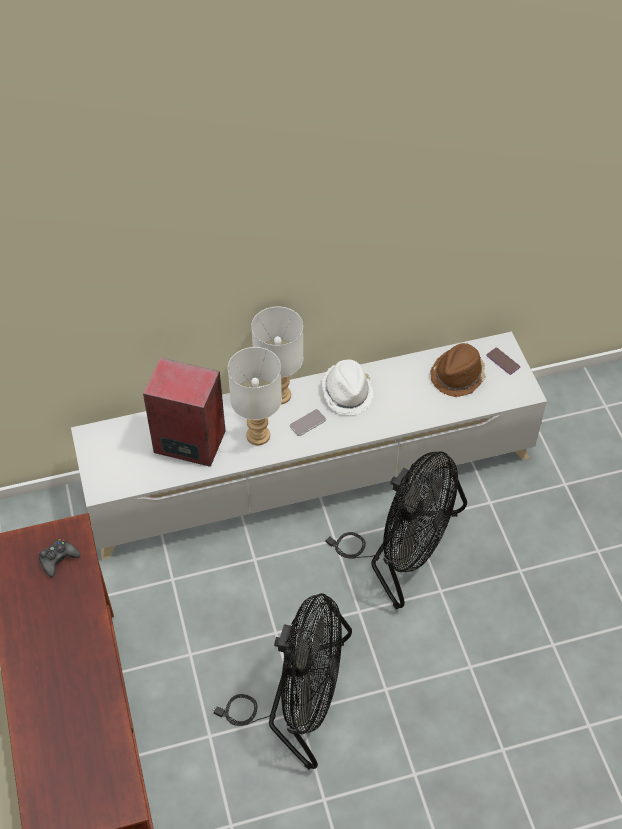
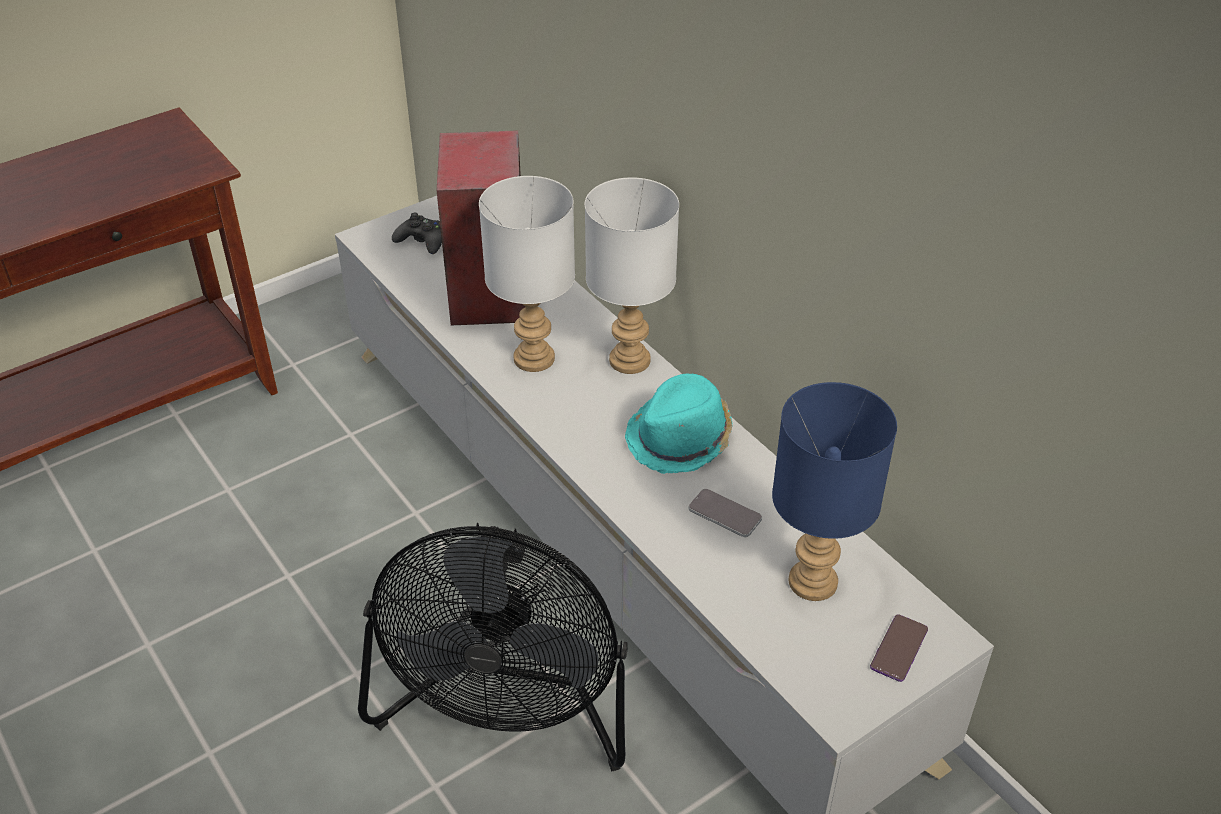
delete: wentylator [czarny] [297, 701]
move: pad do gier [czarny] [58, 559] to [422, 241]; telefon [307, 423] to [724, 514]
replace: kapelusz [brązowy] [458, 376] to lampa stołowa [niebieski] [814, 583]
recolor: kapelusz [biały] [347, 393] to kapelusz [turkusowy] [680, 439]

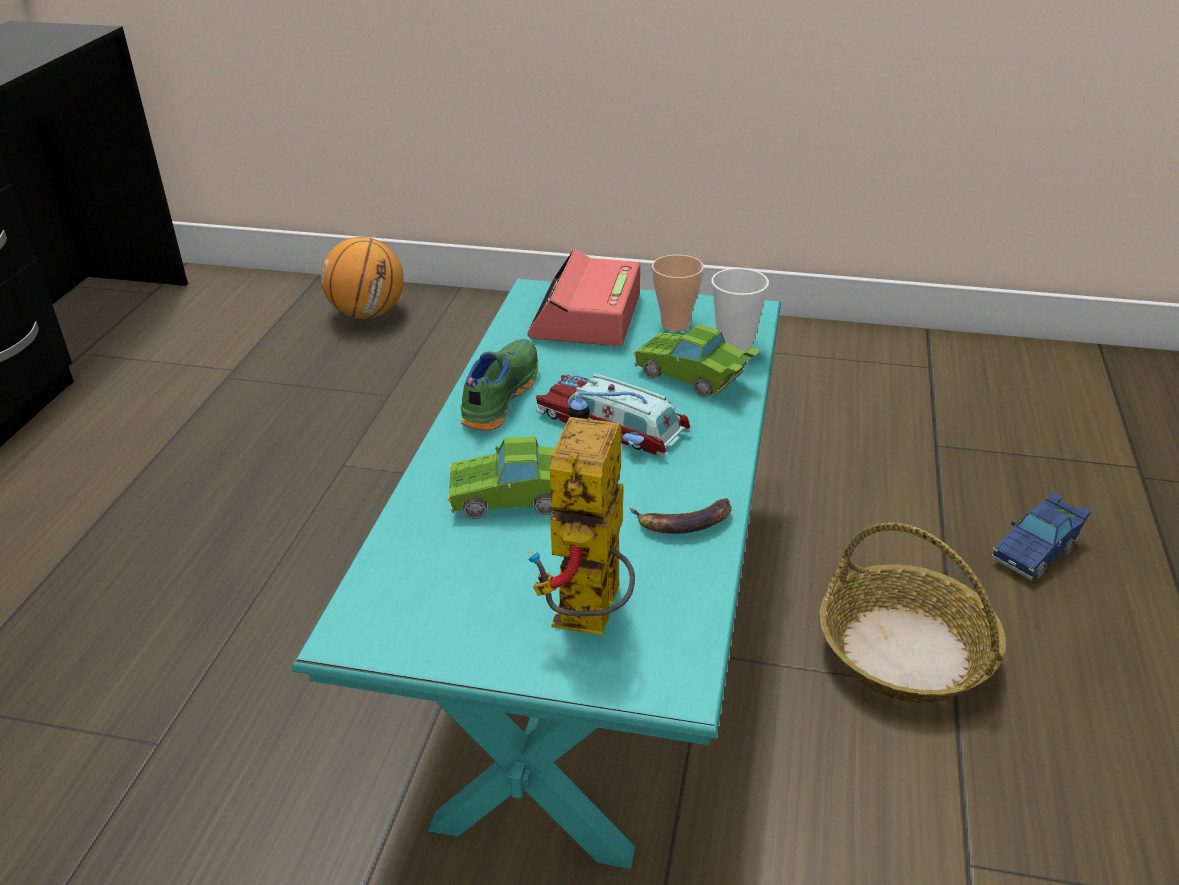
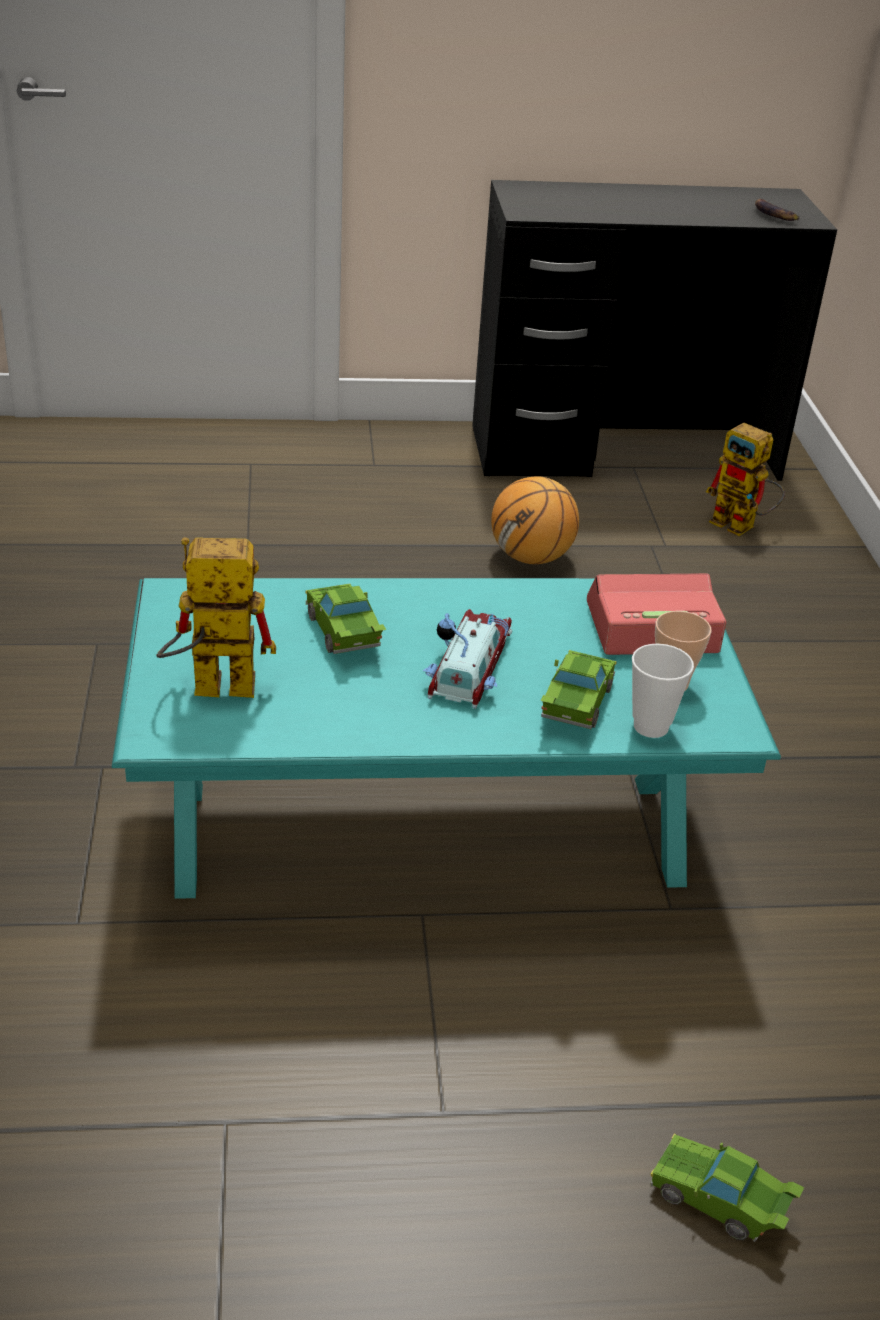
delete: but [zielony] [498, 396]; koszyk [906, 652]
insert: robot zabawkowy [741, 526]
move: piłka do koszykówki [368, 313] to [531, 558]; banan [684, 521] to [774, 215]
recolor: samochodzik [niebieski] [1036, 551] to samochodzik [zielony] [720, 1202]

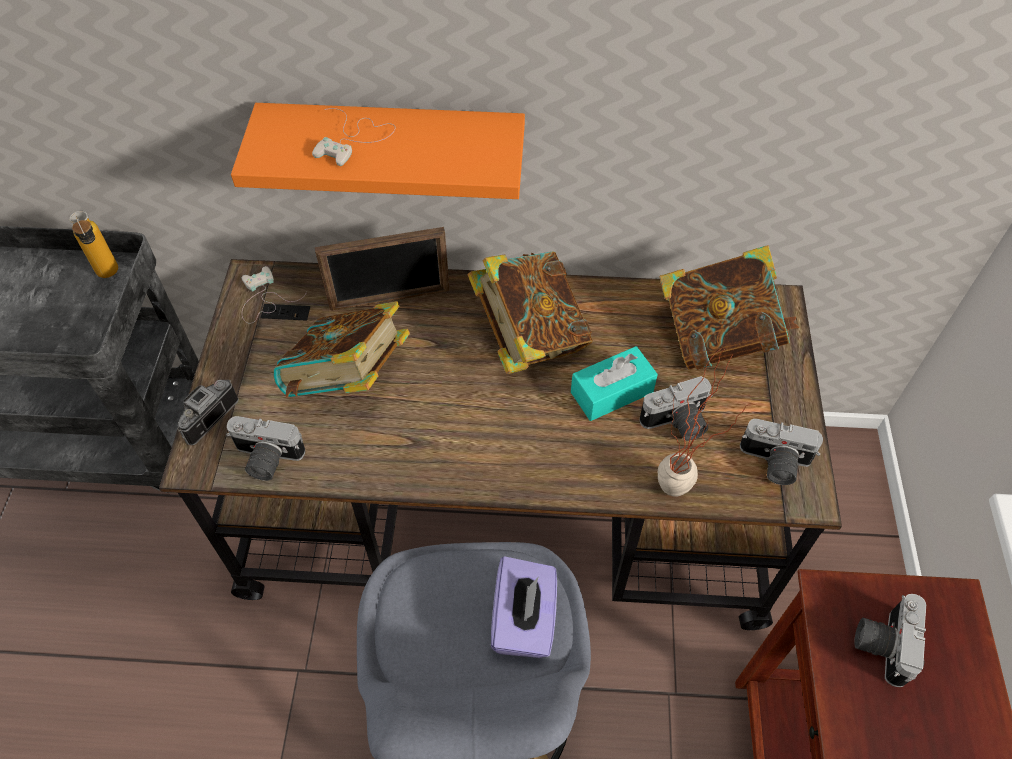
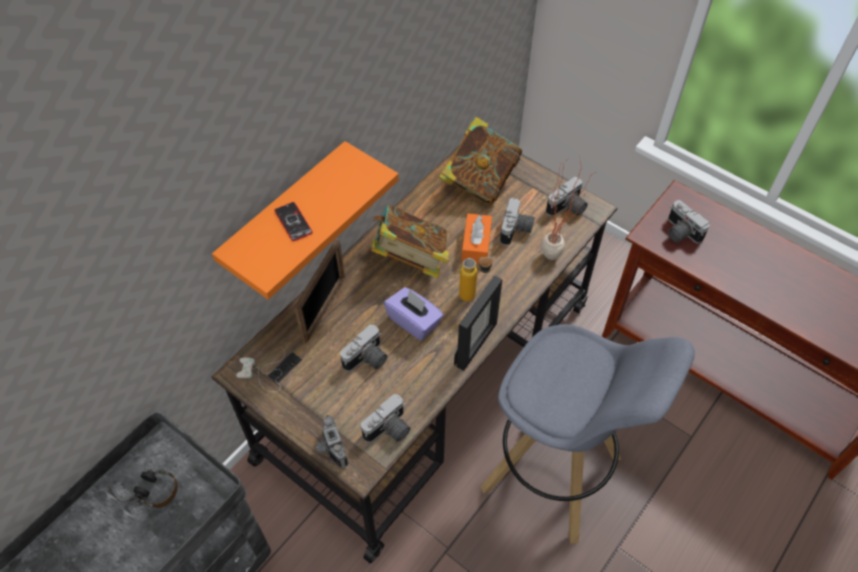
insert: słuchawki [147, 490]; ramka na zdjęcie [475, 344]
move: butelka [110, 277] to [474, 296]; pudełko chusteczek [fioletowy] [524, 620] to [414, 321]
replace: książka [349, 380] to aparat fotograficzny [367, 360]; pad do gier [biały] [354, 139] to telefon [293, 222]
recolor: pudełko chusteczek [turkusowy] [611, 392] to pudełko chusteczek [pomarańczowy] [476, 245]

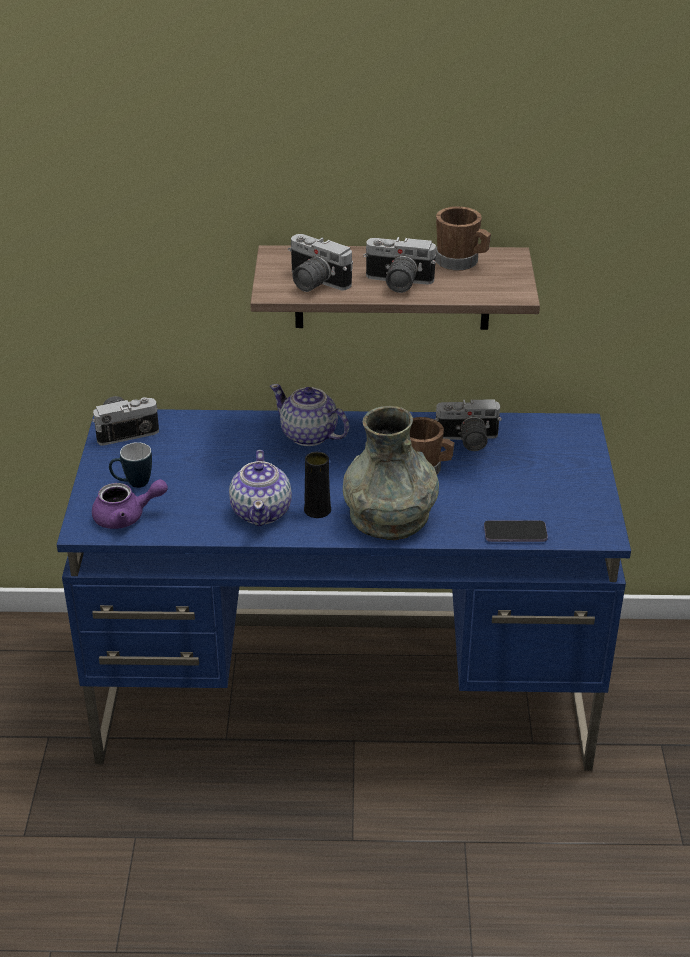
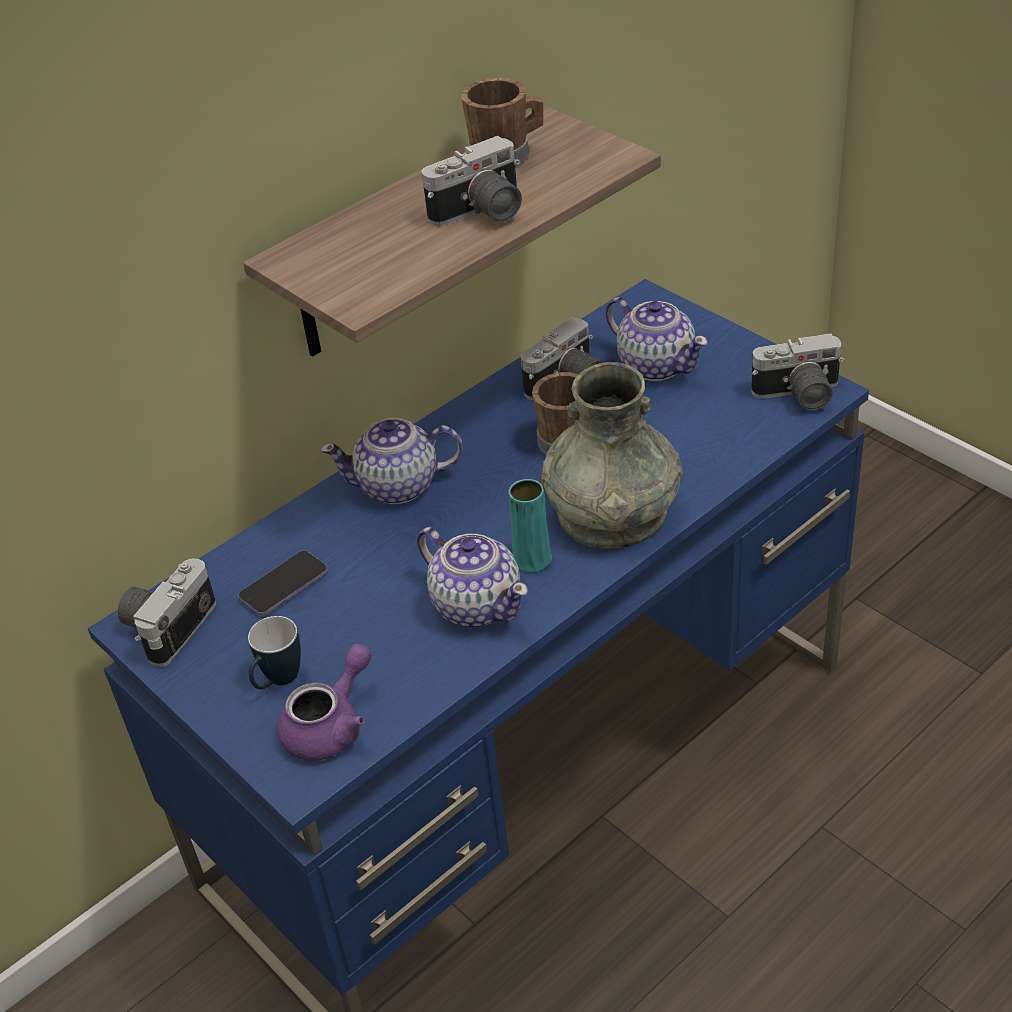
insert: imbryk [656, 364]
move: aparat fotograficzny [313, 283] to [798, 396]; telefon [515, 533] to [284, 585]
recolor: wazon [czarny] [317, 510] to wazon [turkusowy] [532, 559]

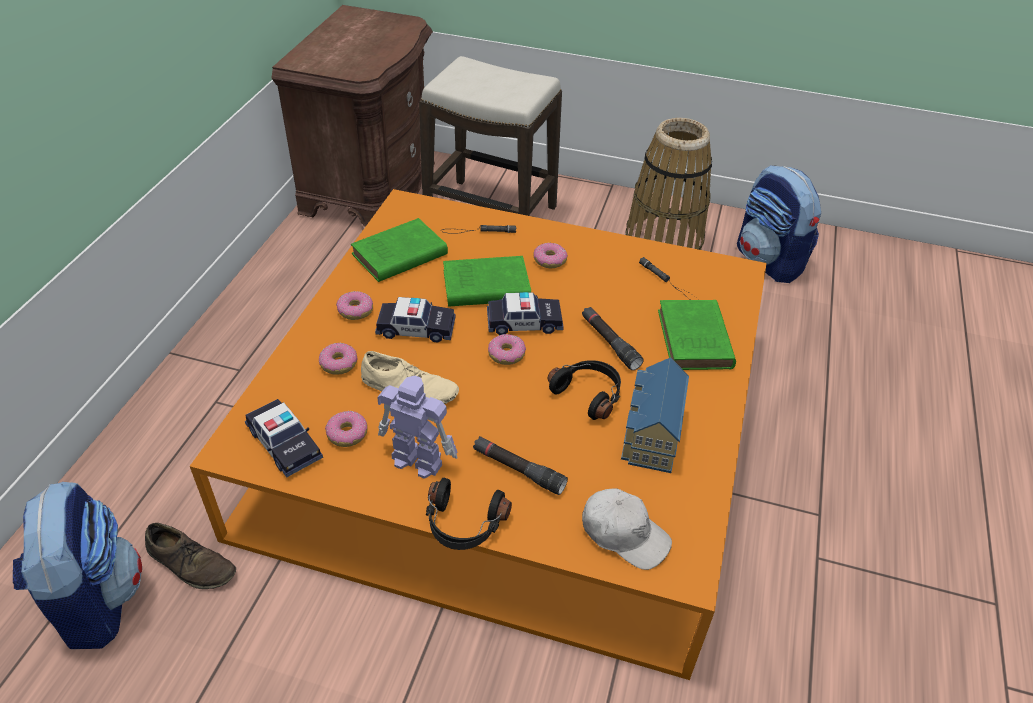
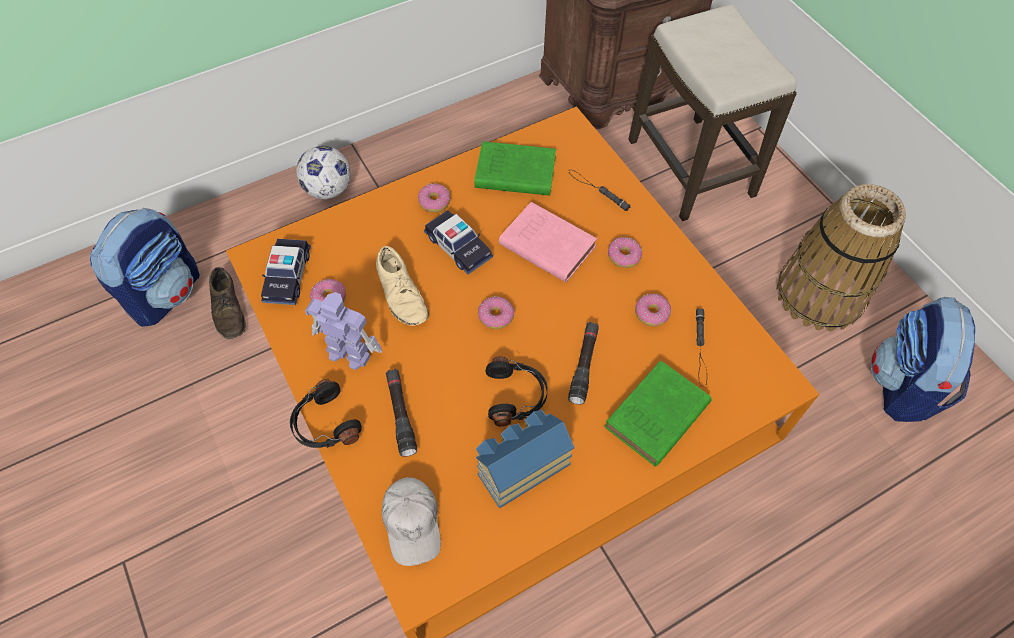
delete: samochodzik [524, 322]
insert: piłka futbolowa [329, 189]
move: donut [339, 364] to [652, 313]
recolor: książka [zielony] [483, 286] to książka [różowy] [545, 244]
rotate: robot zabawkowy [416, 460] = [348, 352] 45 degrees counterclockwise

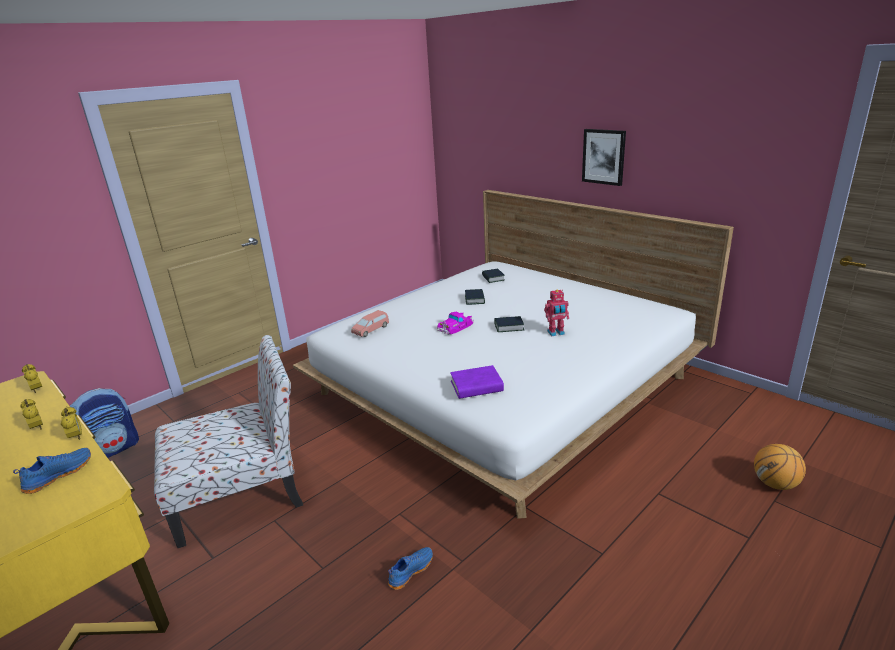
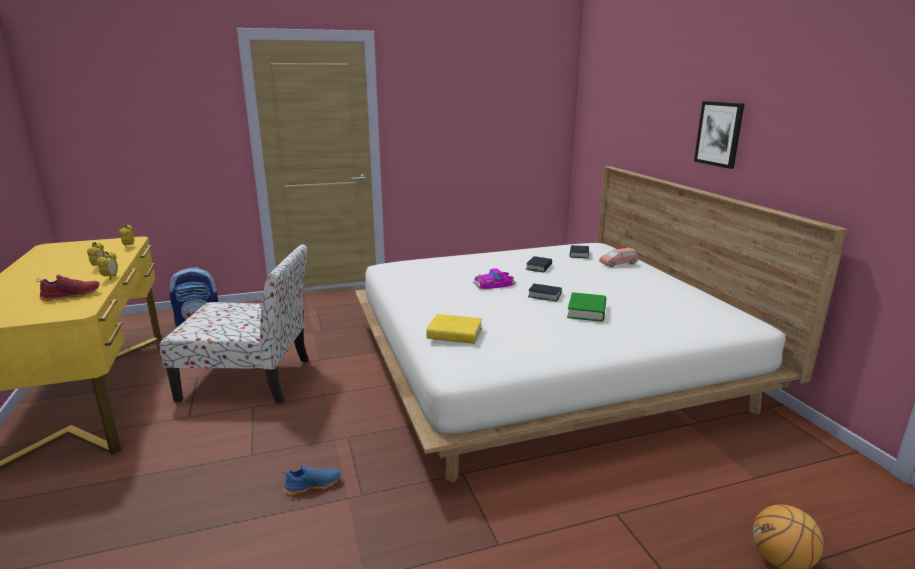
move: samochodzik [różowy] [371, 330] to [618, 264]
replace: robot zabawkowy [556, 333] to książka [zielony] [586, 311]
recolor: but [niebieski] [58, 475] to but [czerwony] [71, 295]; książka [fioletowy] [476, 386] to książka [żółty] [454, 334]

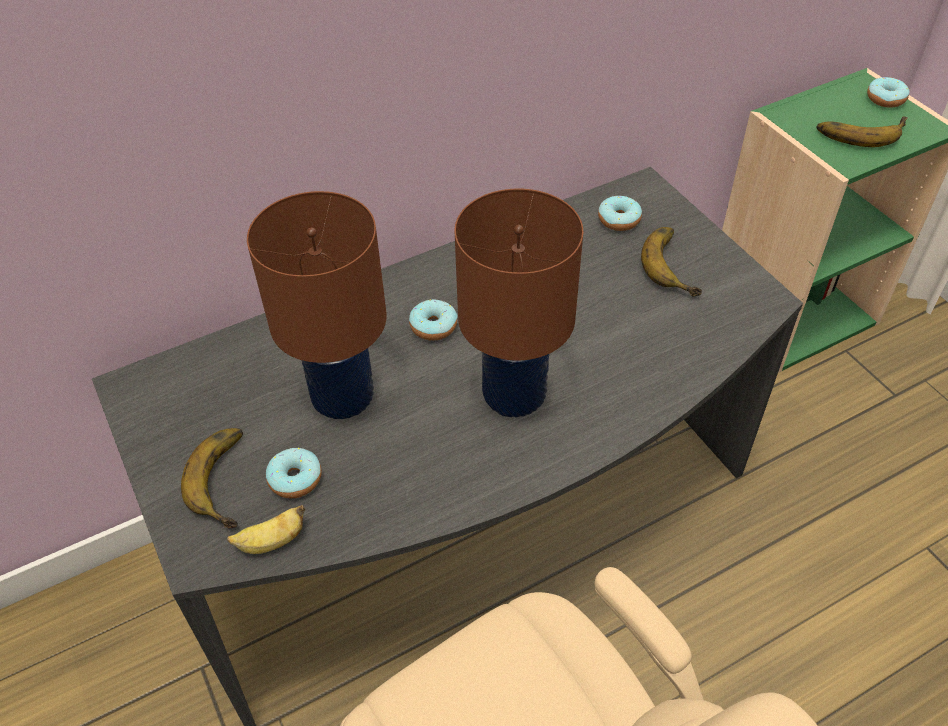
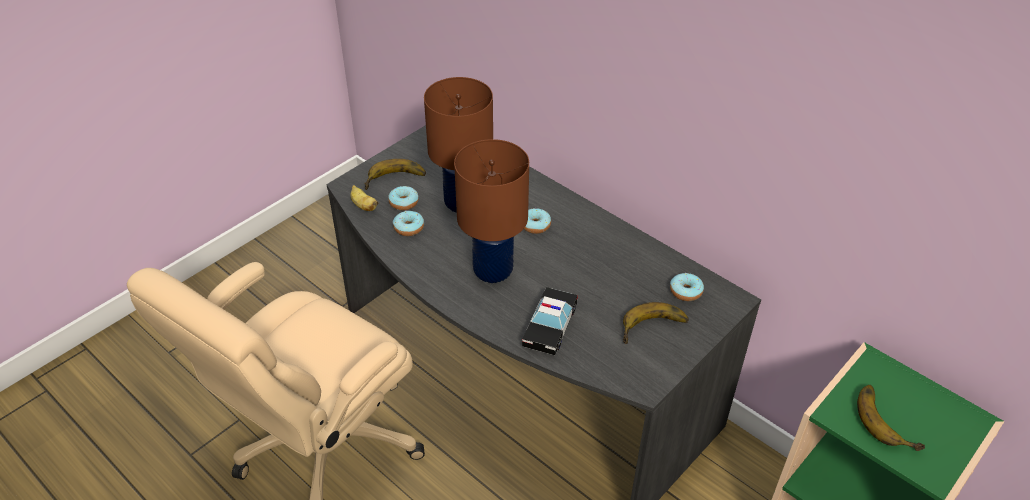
insert: samochodzik [550, 327]
move: donut [885, 99] to [409, 228]

